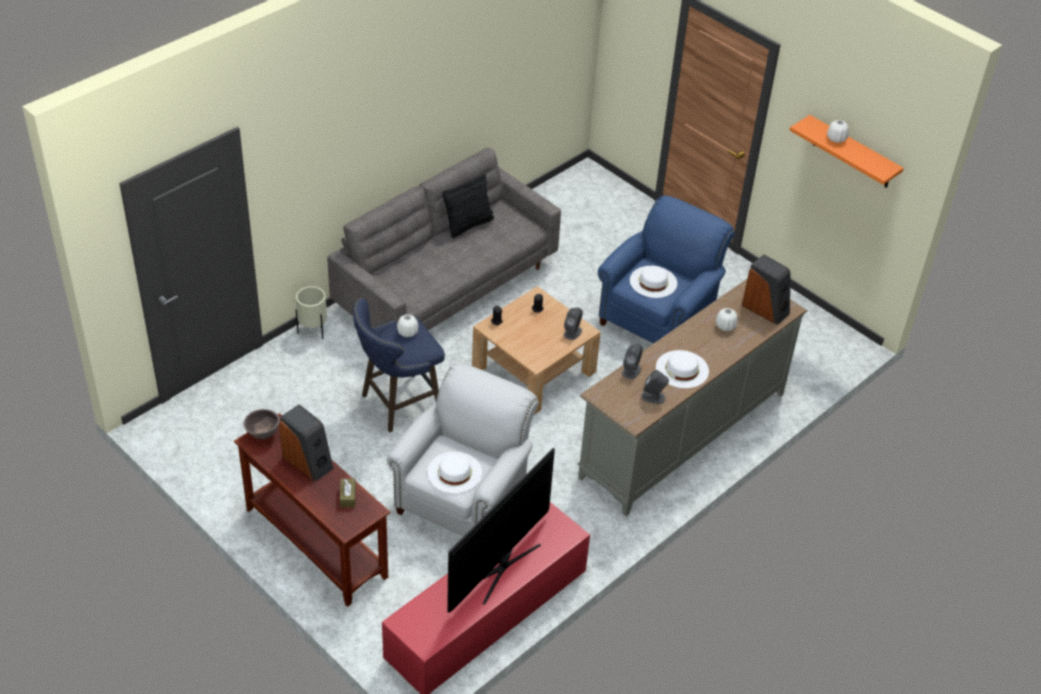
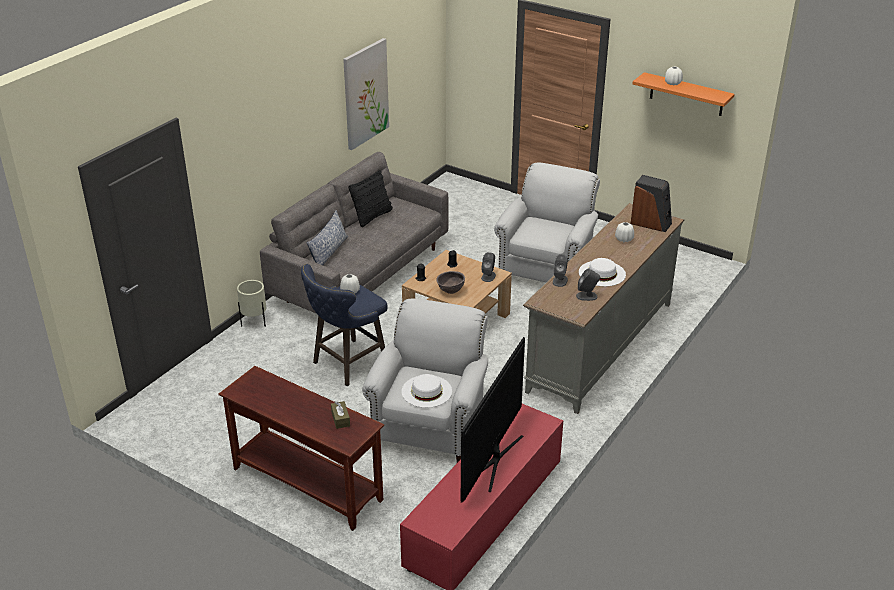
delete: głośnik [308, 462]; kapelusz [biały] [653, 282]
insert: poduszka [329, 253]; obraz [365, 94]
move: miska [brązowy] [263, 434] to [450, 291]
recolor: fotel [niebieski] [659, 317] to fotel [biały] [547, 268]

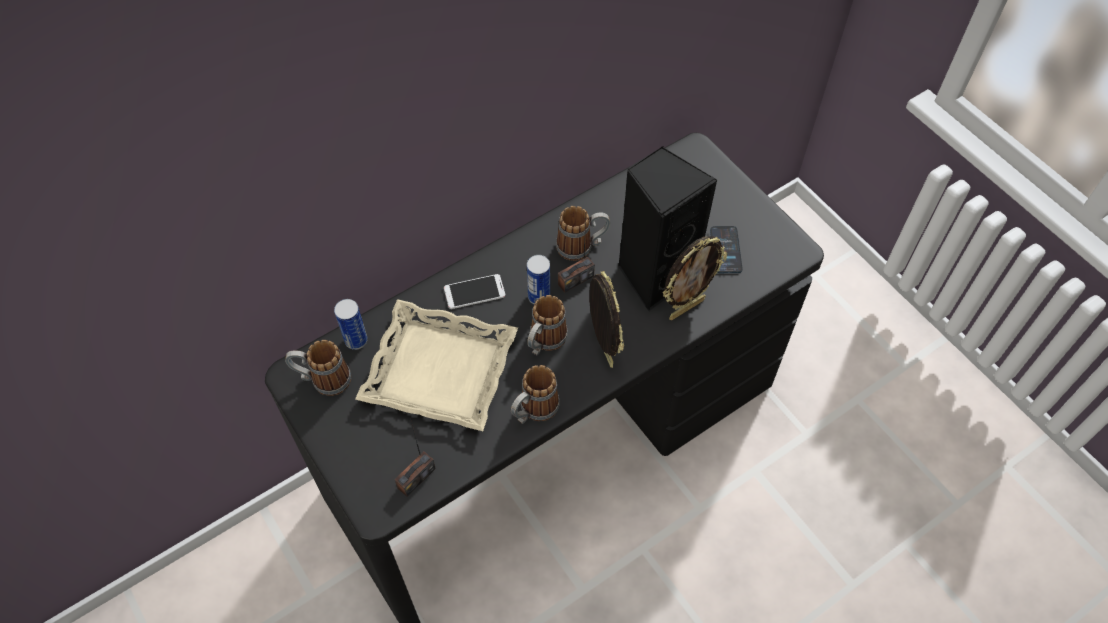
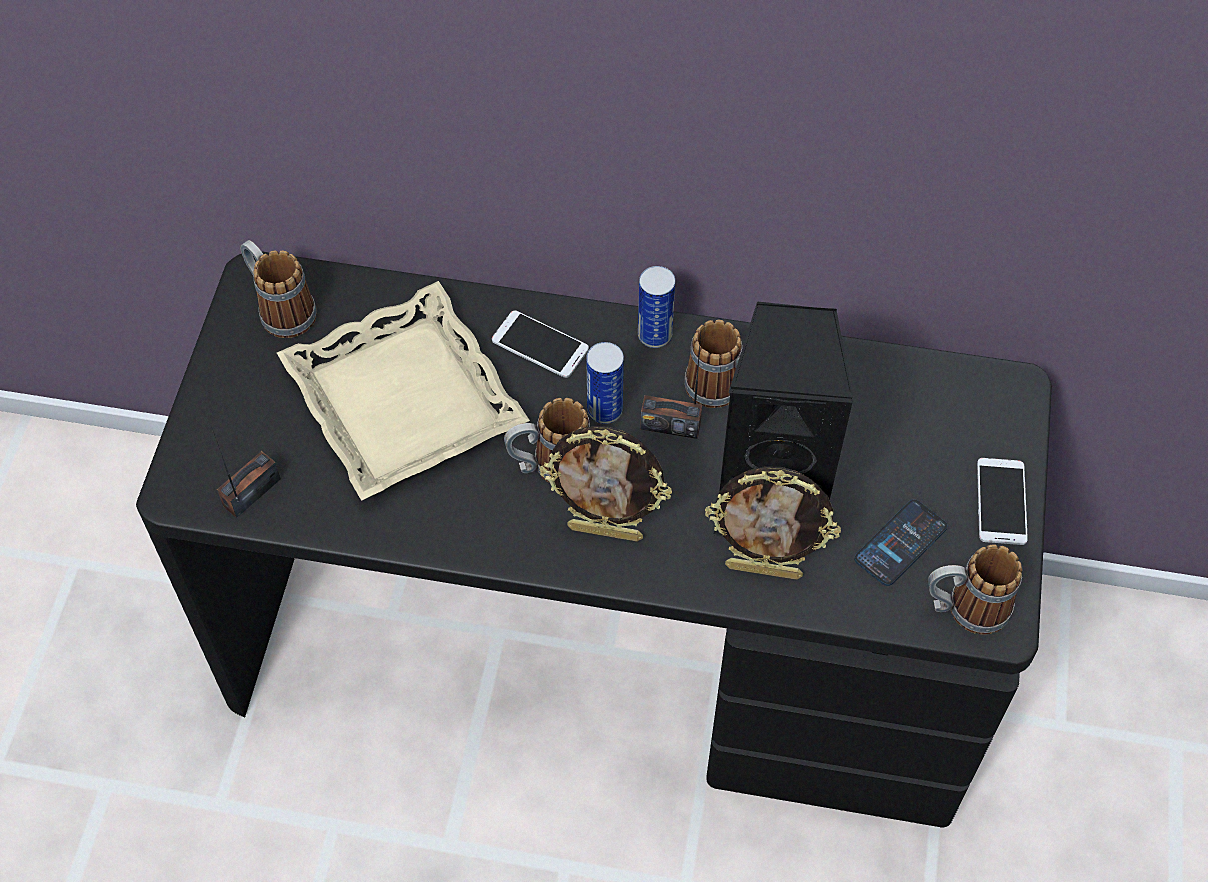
insert: telefon [1001, 501]
move: puszka [356, 340] to [654, 335]; kubek [533, 411] to [964, 609]
rotate: radio [416, 478] = [252, 493] 135 degrees clockwise; ramka na zdjęcie [602, 349] = [606, 531] 75 degrees clockwise

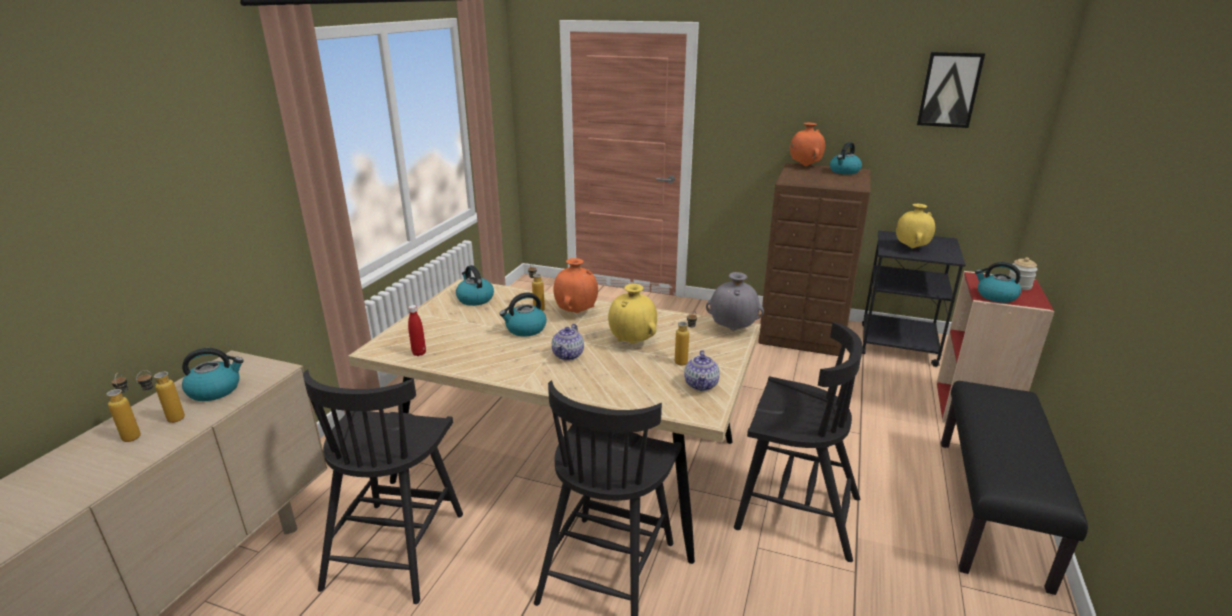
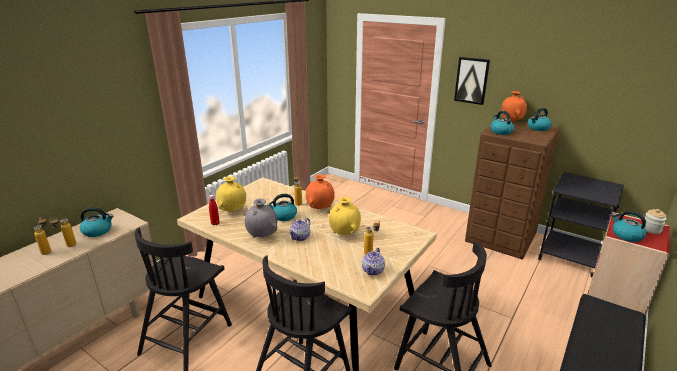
move: czajnik [475, 299] to [500, 131]; wazon [szary] [733, 329] to [262, 236]; wazon [żółty] [911, 248] to [233, 210]; obraz [949, 90] to [471, 80]

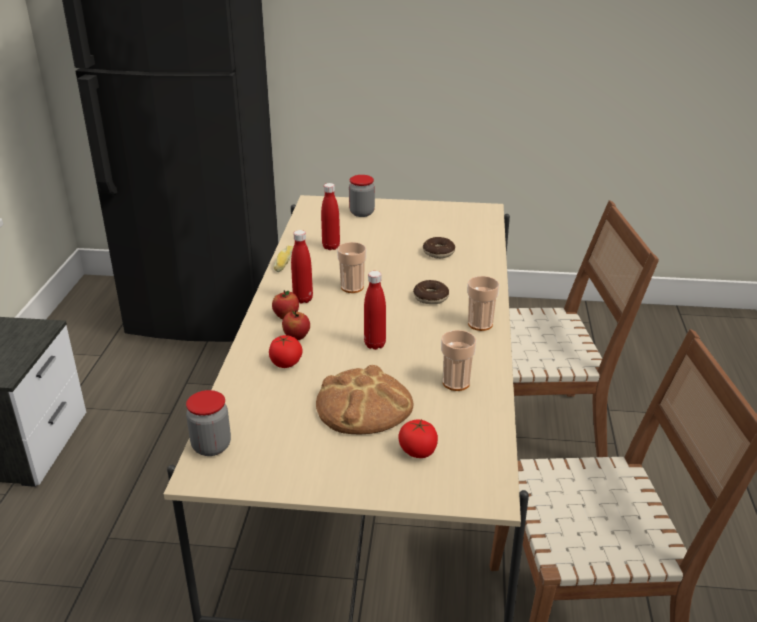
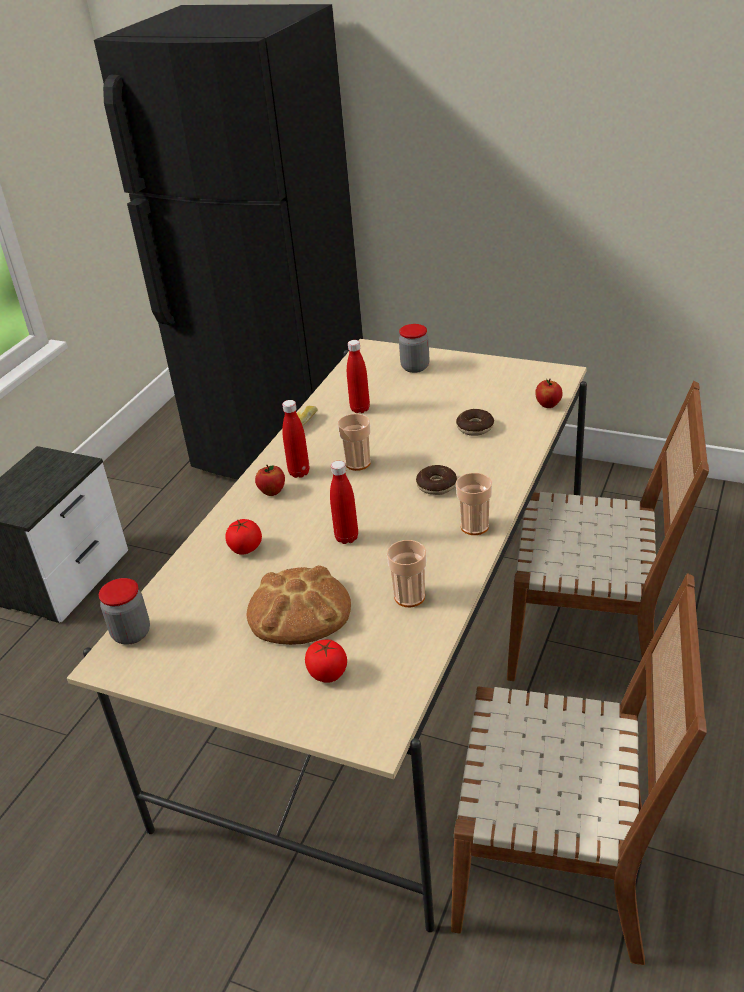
move: jabłko [297, 337] to [548, 405]

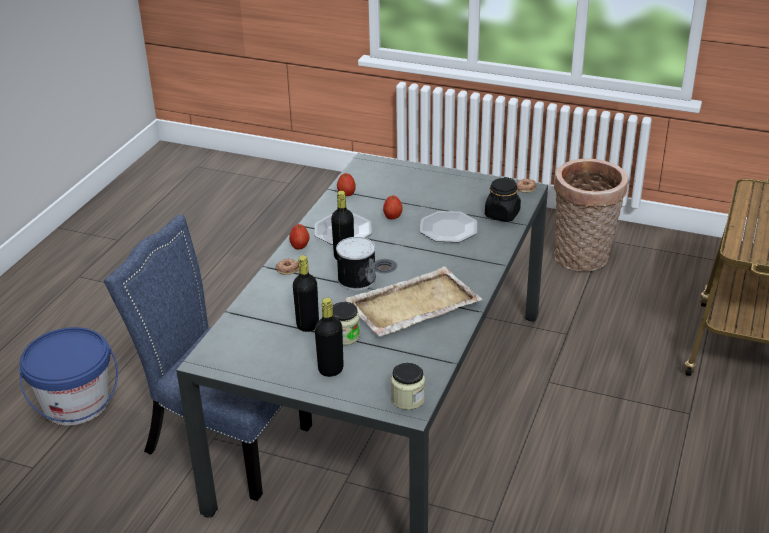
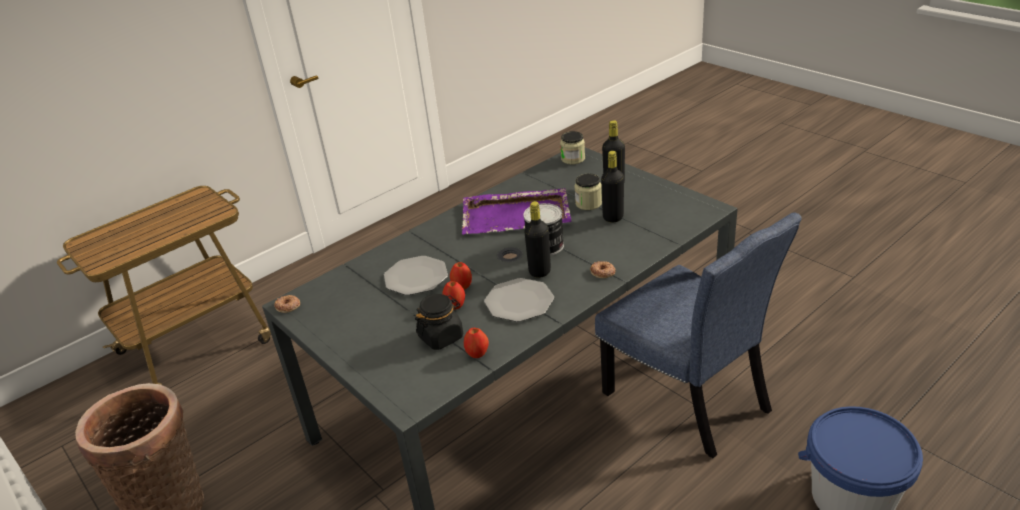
move: jabłko [300, 247] to [462, 286]; słoik [czarny] [502, 214] to [441, 337]
recolor: taca [beżowy] [412, 305] to taca [fioletowy] [517, 215]

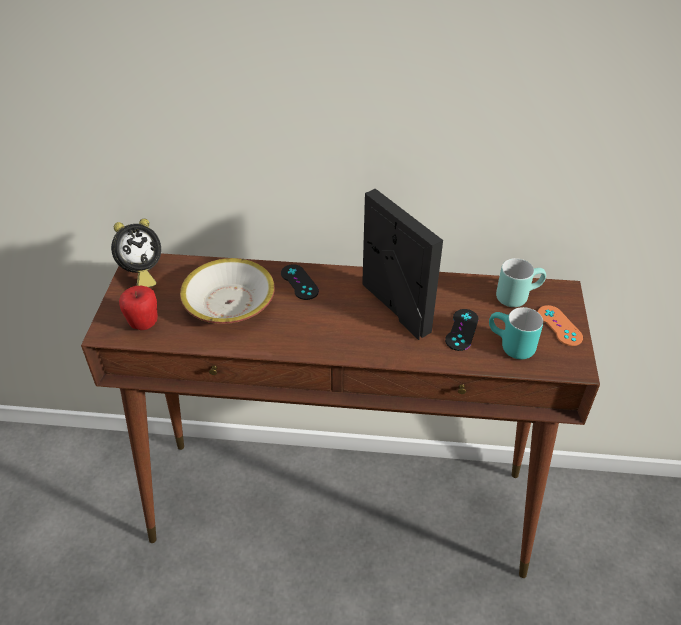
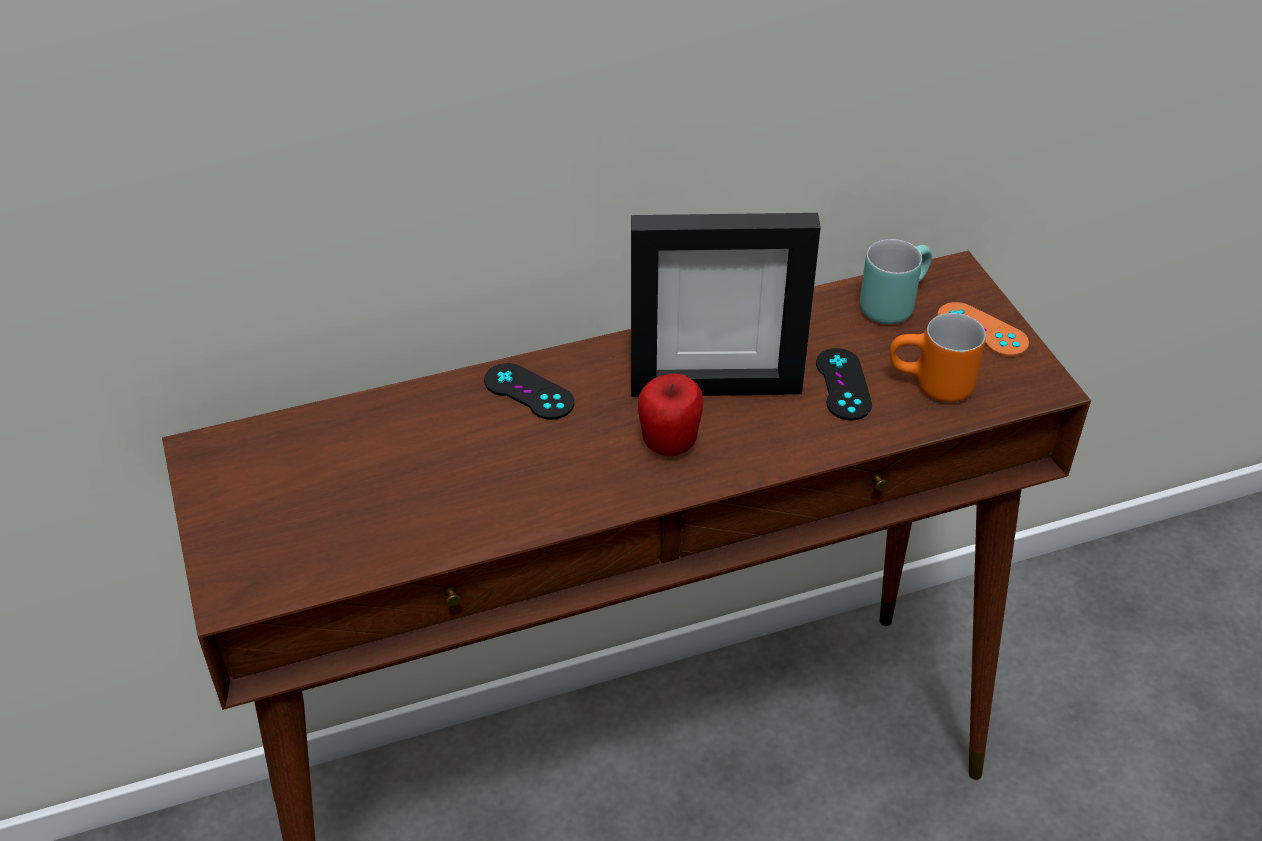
delete: budzik [141, 273]; miska [229, 303]
move: jabłko [144, 323] to [669, 444]
recolor: kubek [turkusowy] [509, 347] to kubek [pomarańczowy] [930, 387]
rotate: ramka na zdjęcie [394, 308] = [715, 385] 150 degrees clockwise

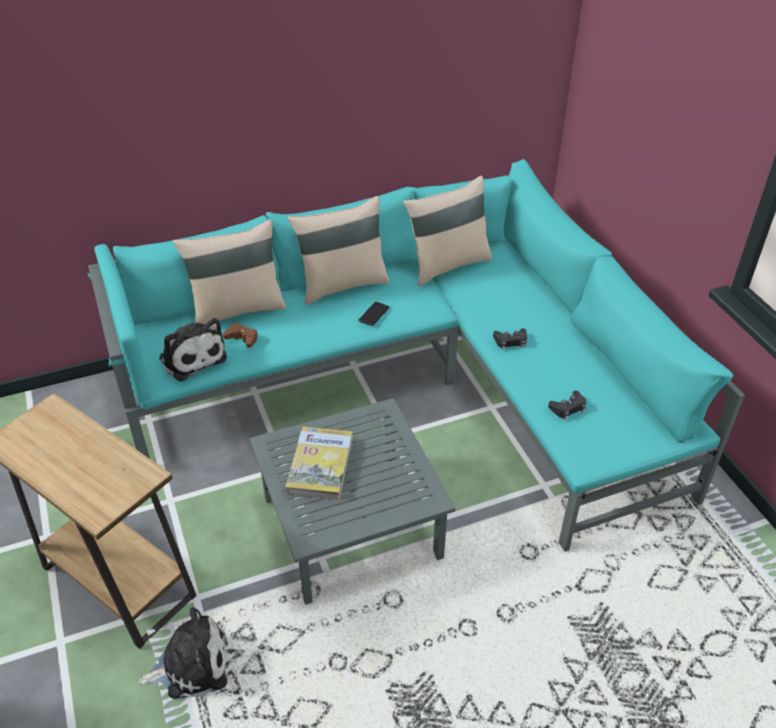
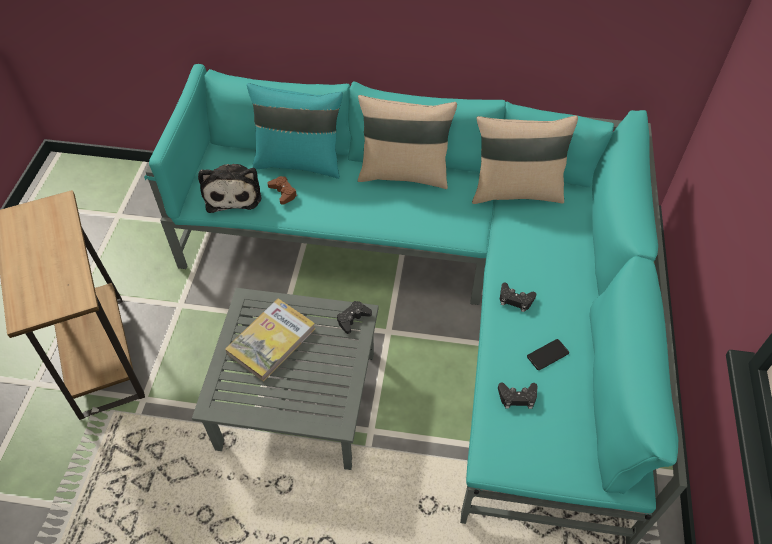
delete: pluszak [191, 665]
insert: pad do gier [czarny] [353, 319]
move: telefon [374, 314] to [547, 355]
recolor: poduszka [beżowy] [237, 309] to poduszka [turkusowy] [299, 162]

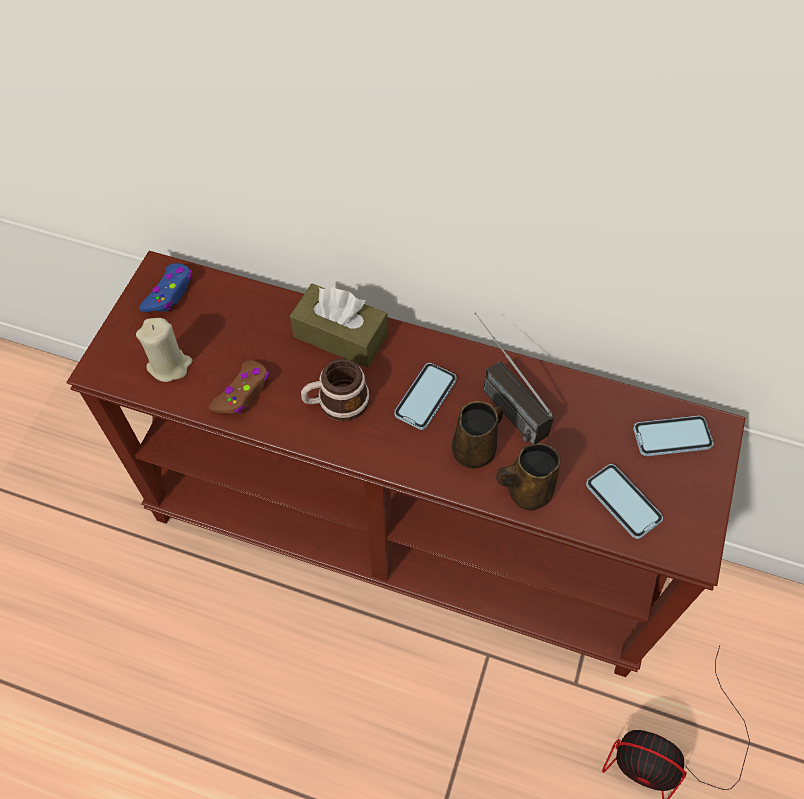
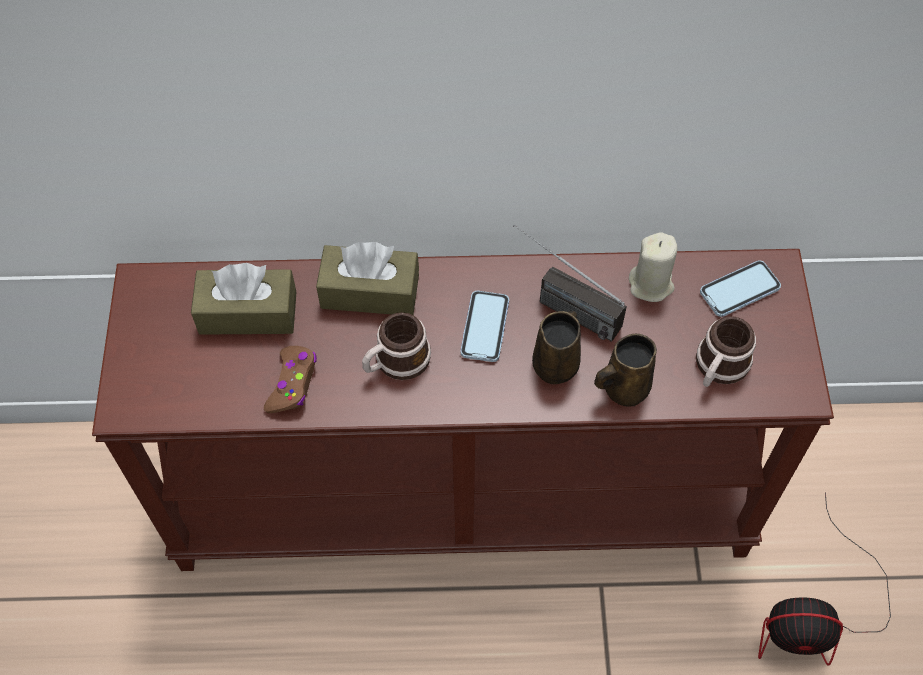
delete: pad do gier [niebieski] [169, 293]
insert: pudełko chusteczek [brązowy] [248, 313]
move: świeca [beżowy] [169, 365] to [651, 284]
replace: telefon [623, 502] to kubek [718, 368]

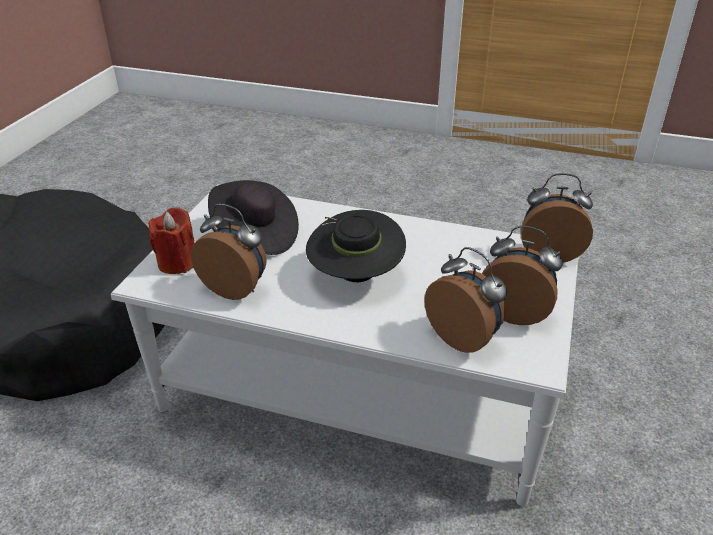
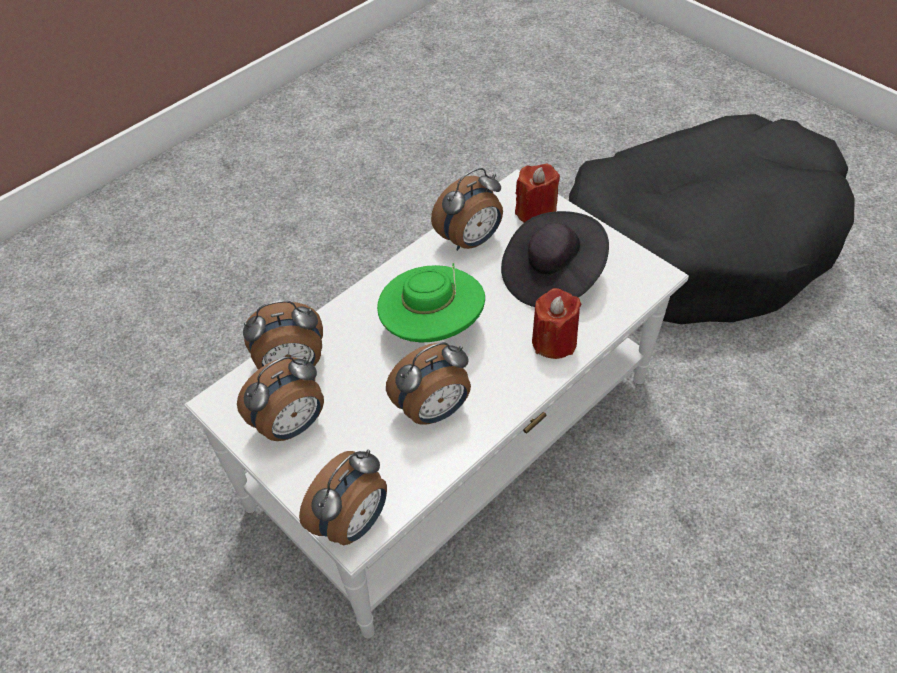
insert: budzik [433, 411]; świeca [czerwony] [554, 341]
recolor: kapelusz [czarny] [355, 276] to kapelusz [zielony] [432, 328]

